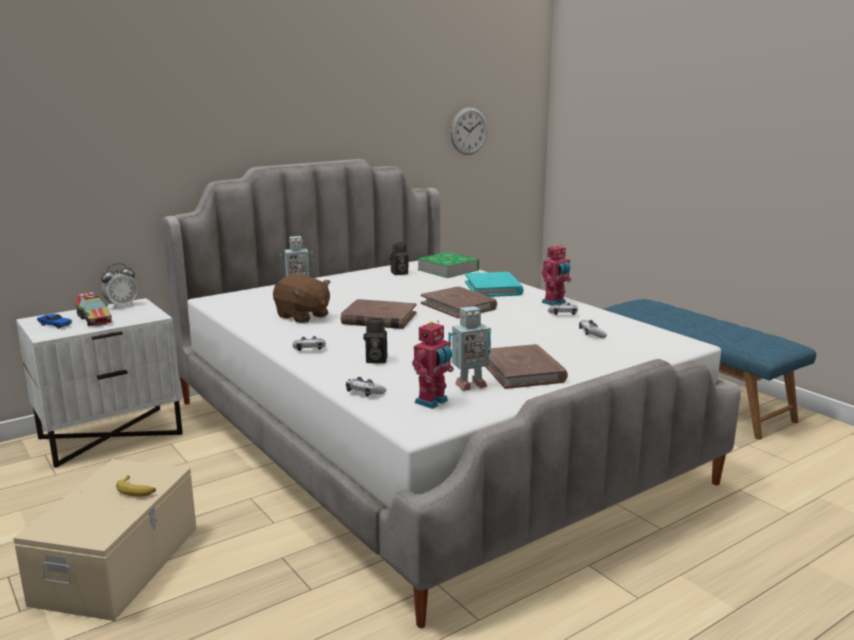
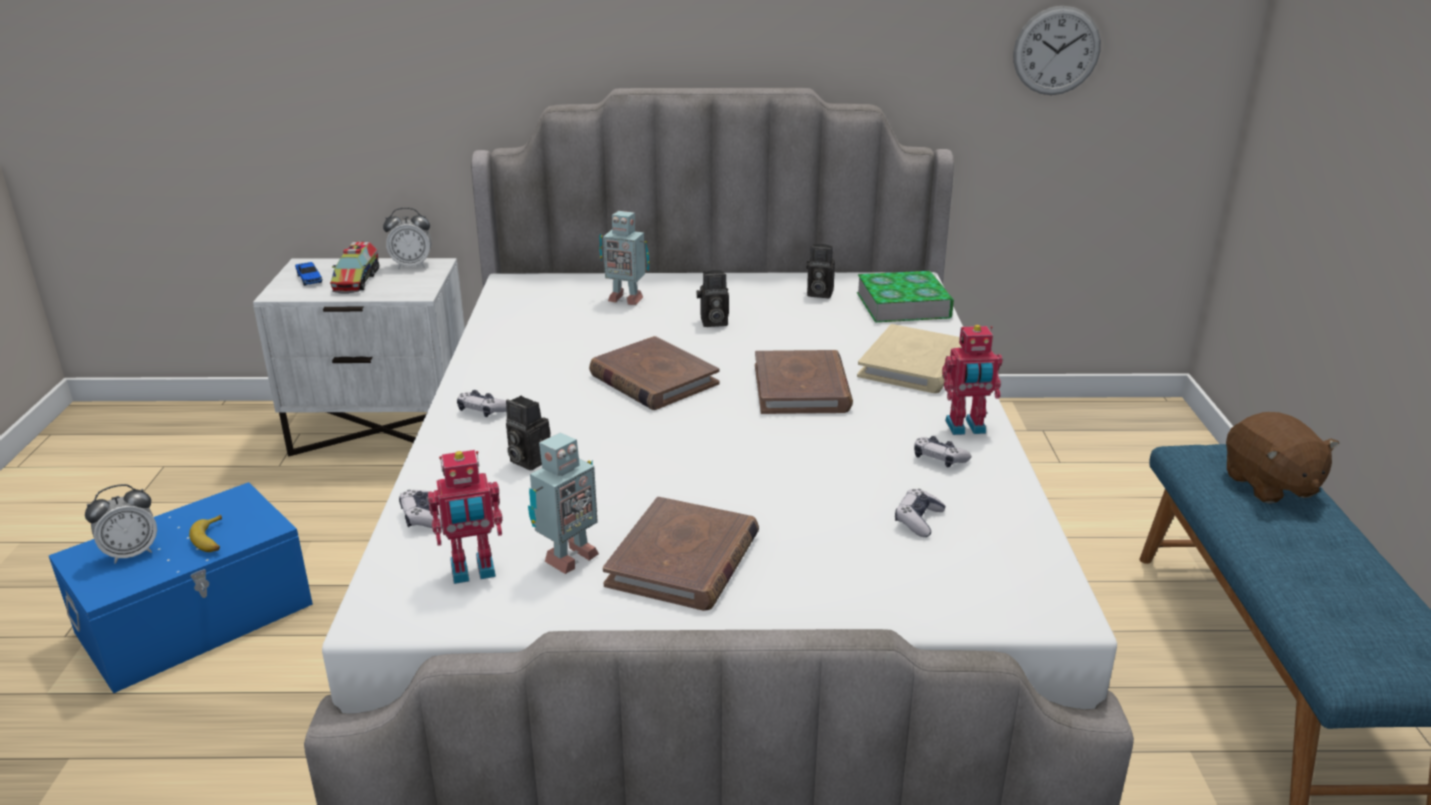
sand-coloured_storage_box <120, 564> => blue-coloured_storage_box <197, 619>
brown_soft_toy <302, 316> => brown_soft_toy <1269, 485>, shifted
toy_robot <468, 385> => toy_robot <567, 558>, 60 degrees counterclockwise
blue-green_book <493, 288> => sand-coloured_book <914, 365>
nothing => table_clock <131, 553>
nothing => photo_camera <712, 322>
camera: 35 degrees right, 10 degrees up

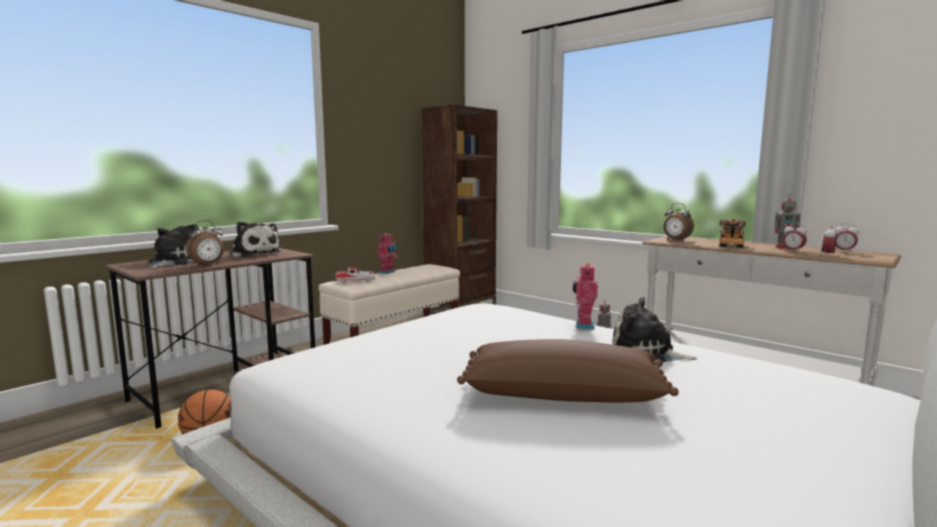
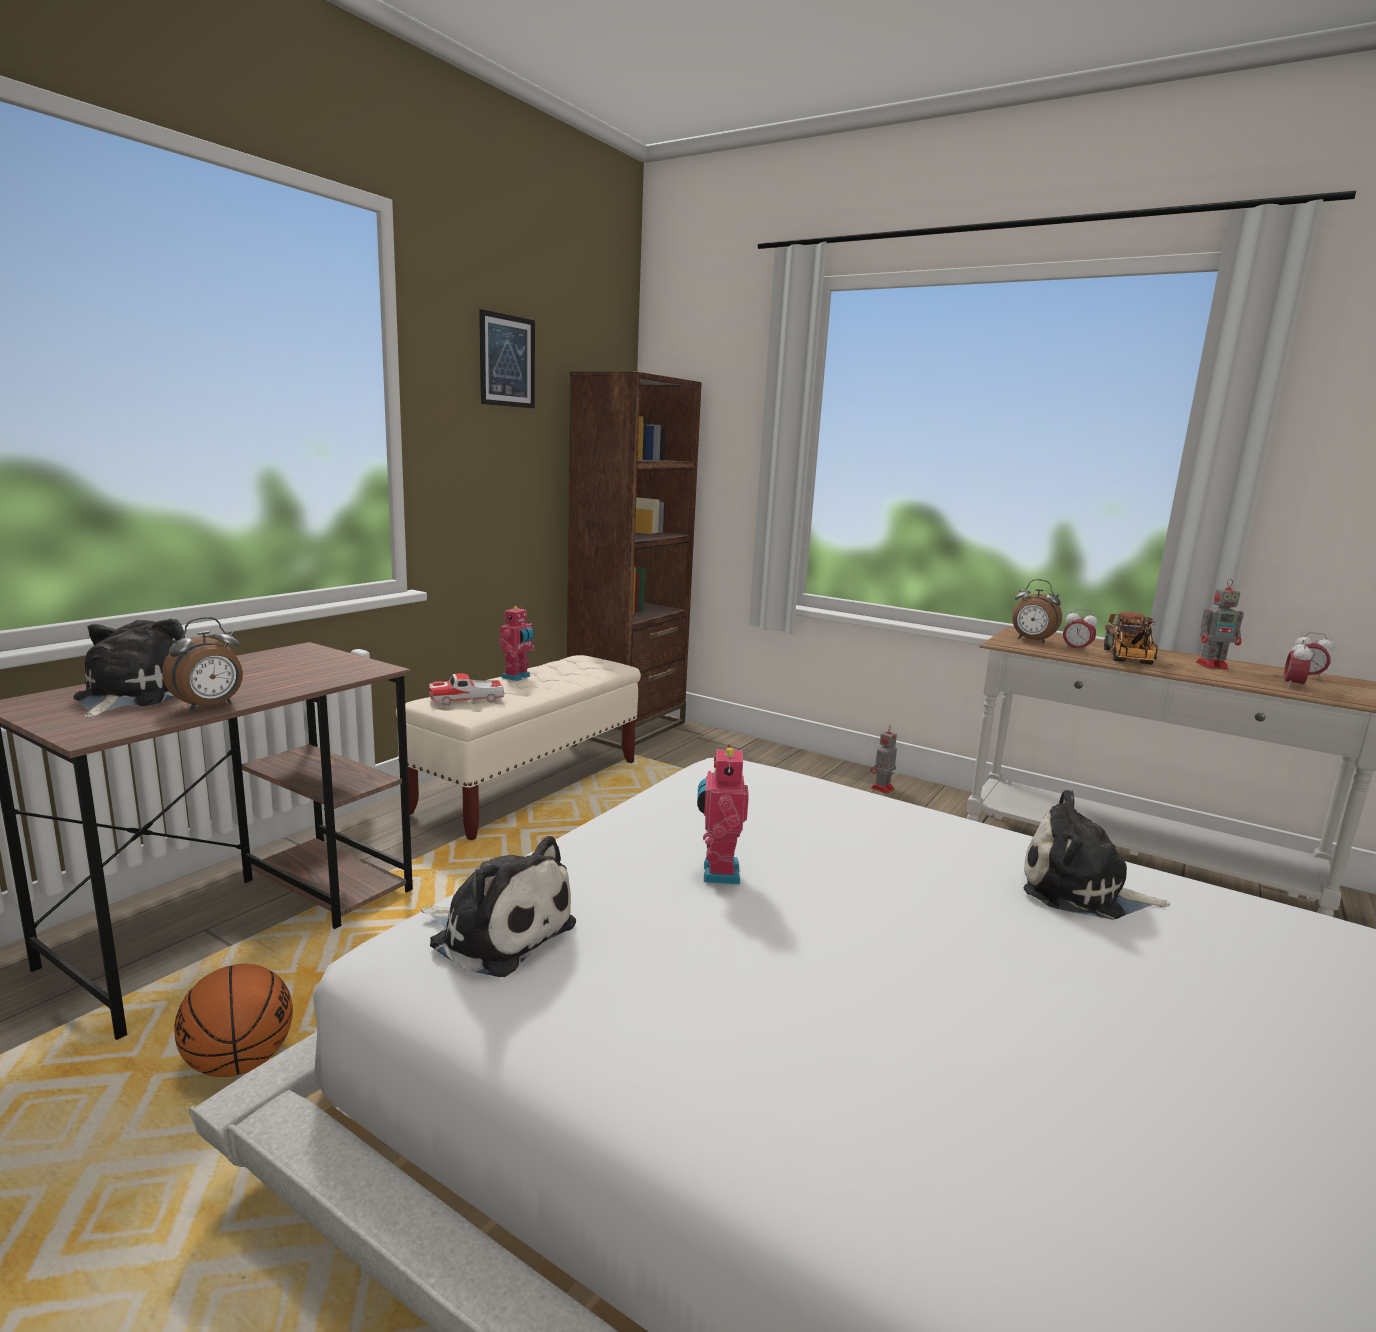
soft_toy <254, 254> => soft_toy <498, 933>, shifted
brown_cushion <563, 393> => nothing
toy_robot <583, 326> => toy_robot <717, 872>, shifted
table_clock <793, 251> => table_clock <1076, 650>, shifted
nothing => picture <507, 361>
camera: 10 degrees left, 5 degrees up

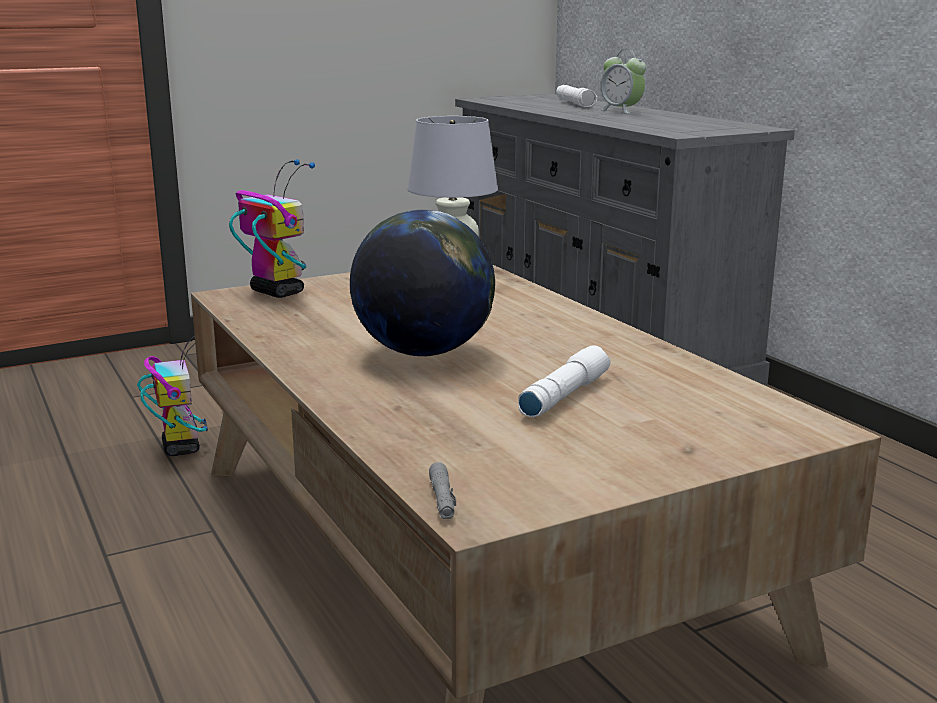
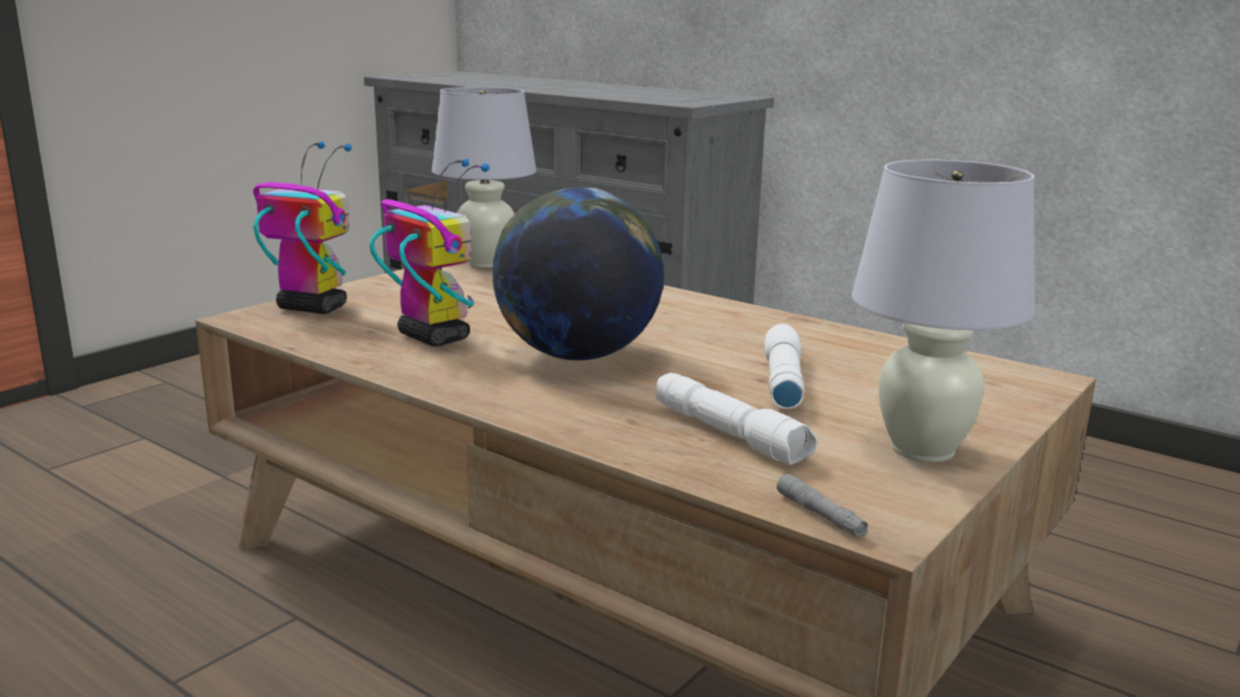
toy_robot <180, 448> => toy_robot <432, 337>, shifted
white-coloured_torch <575, 104> => white-coloured_torch <731, 434>, shifted
table_clock <621, 111> => nothing
nothing => white-coloured_table_lamp <922, 450>
camera: 25 degrees left, 0 degrees up

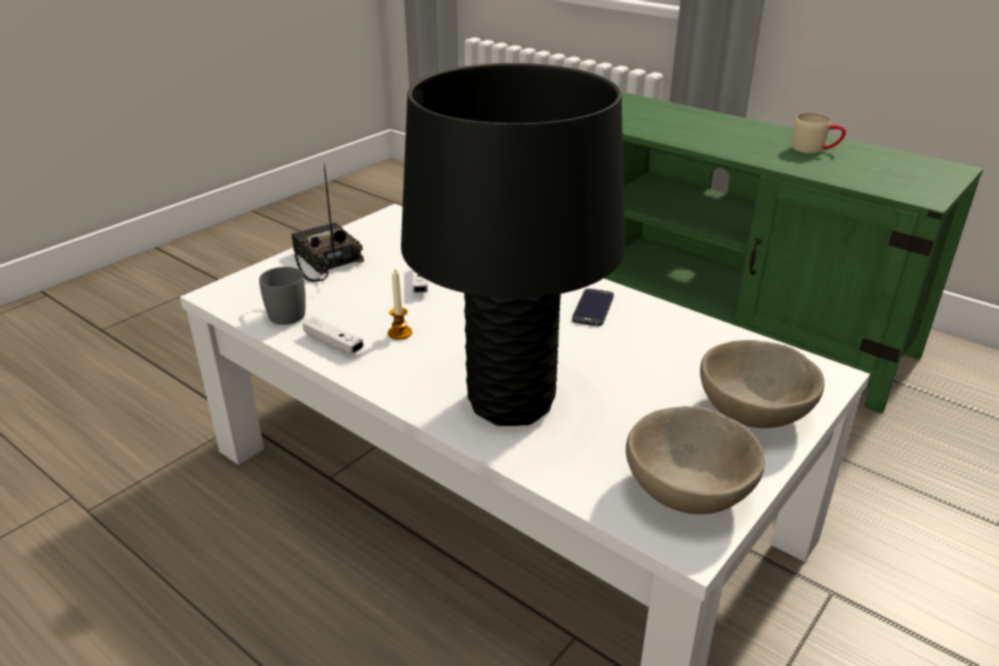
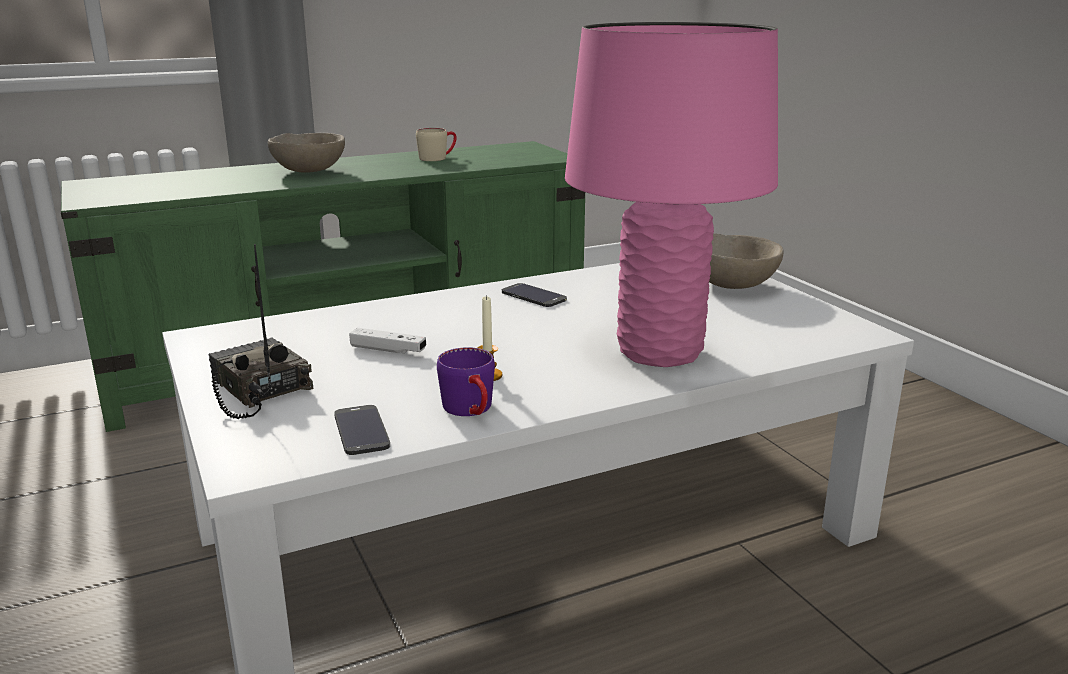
greyish_coffee_mug <282, 313> => telephone <361, 430>
radio_set <324, 260> => radio_set <256, 389>, 60 degrees clockwise
white-coloured_game_controller <333, 343> => purple_coffee_mug <472, 410>
blackish_table_lamp <511, 403> => pink-coloured_table_lamp <660, 352>
sand-coloured_serving_bowl <689, 492> => sand-coloured_serving_bowl <310, 171>, shifted
camera: 65 degrees left, 10 degrees down

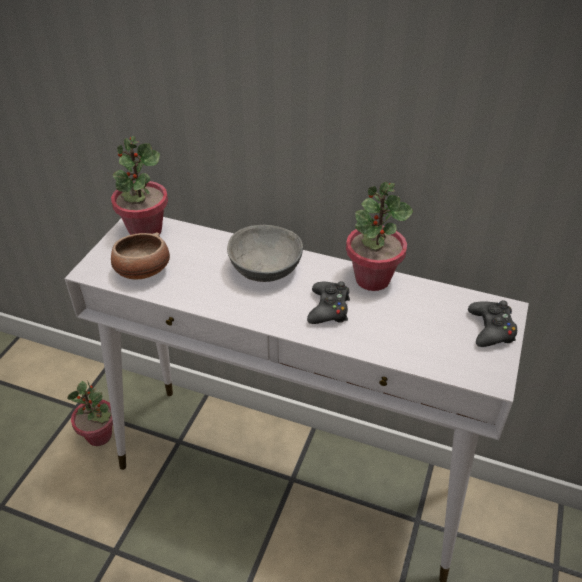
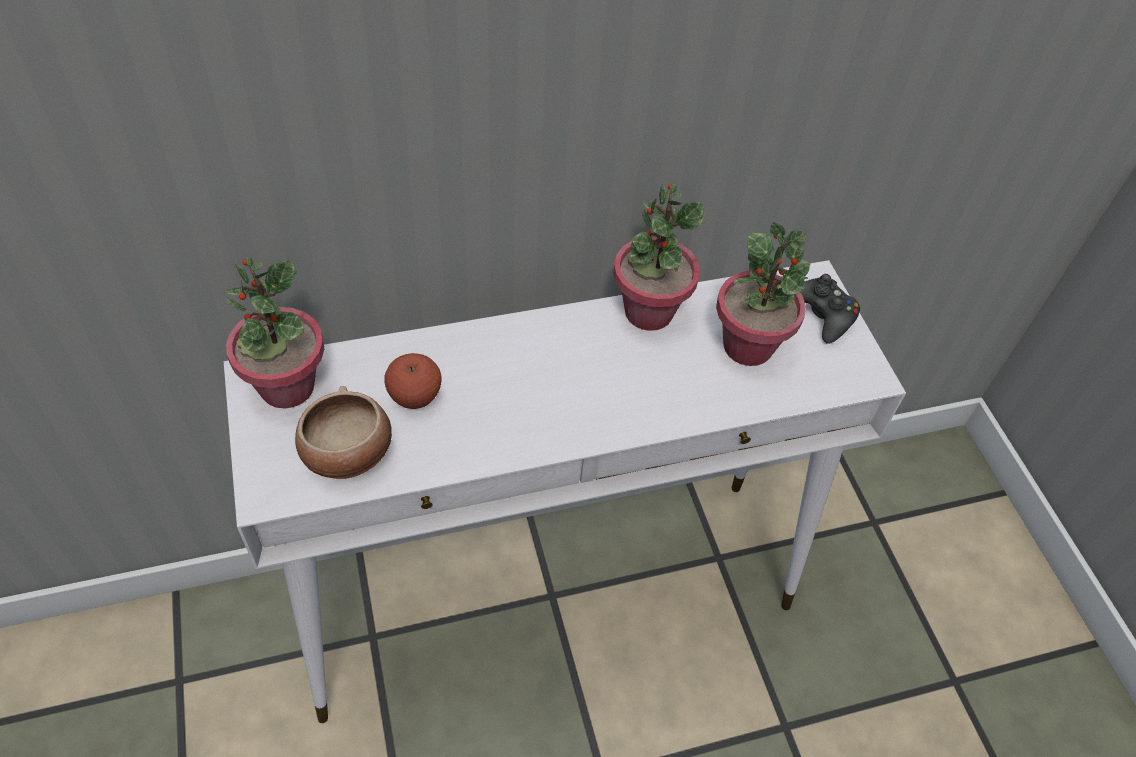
potted_plant <99, 435> => potted_plant <748, 346>, shifted
greyish_serving_bowl <264, 269> => nothing
blackish_game_controller <329, 309> => nothing
nothing => apple_fruit <415, 397>
camera: 40 degrees left, 10 degrees up

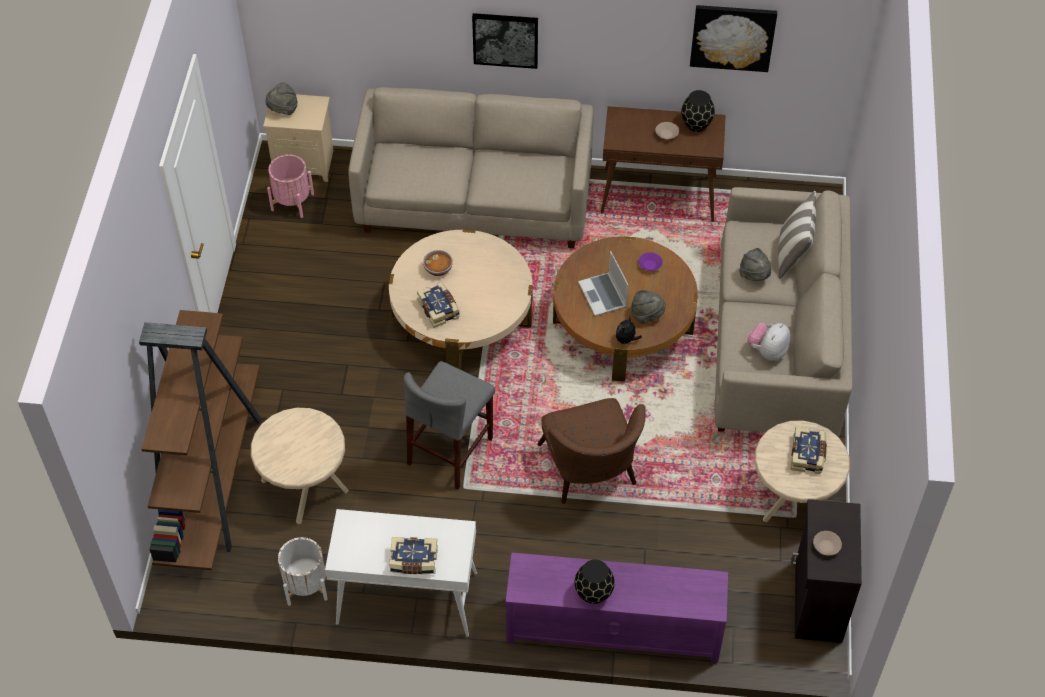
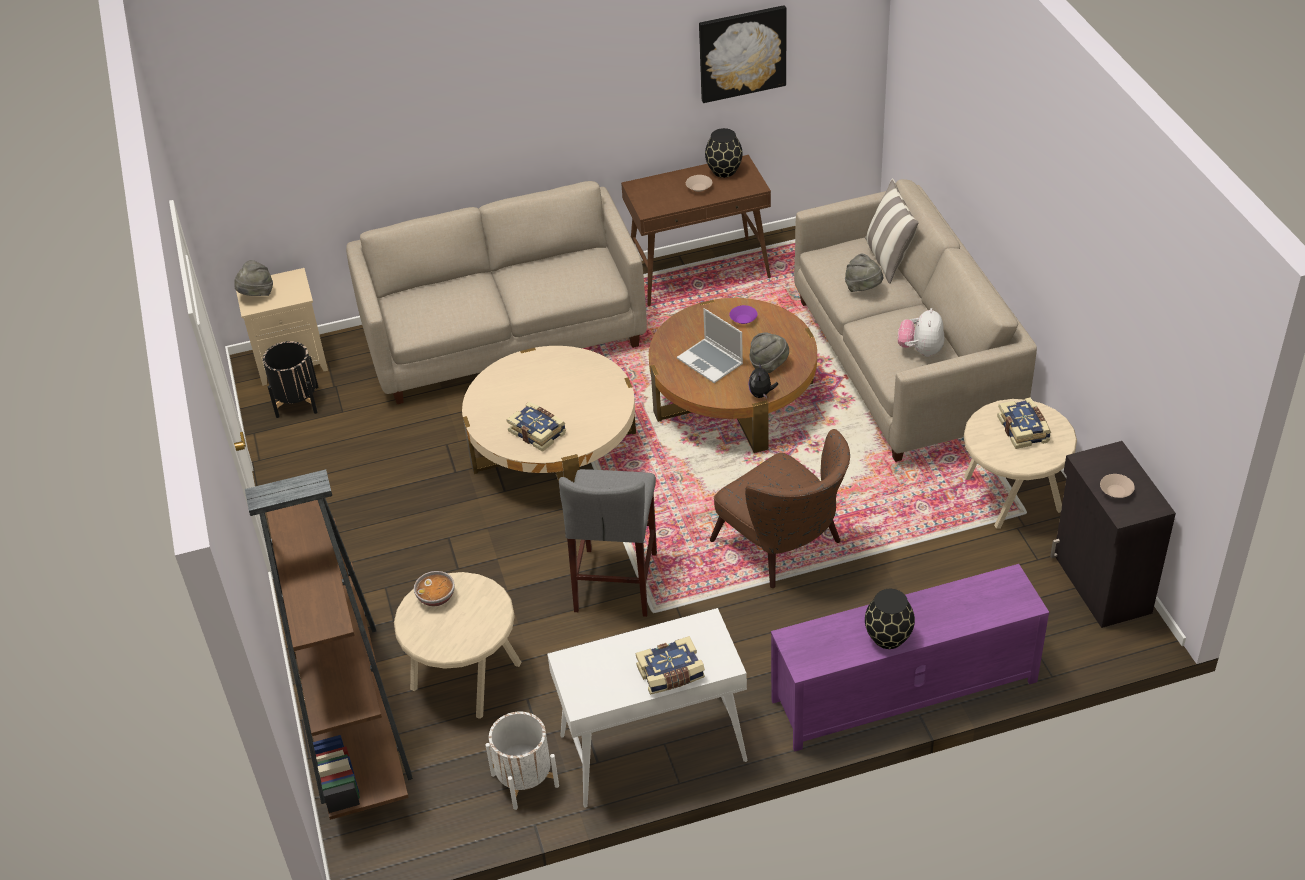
pink-coloured_plant_pot <292, 202> => blackish_plant_pot <297, 402>
serving_bowl <438, 269> => serving_bowl <436, 597>, shifted
picture <505, 39> => nothing
camera: 20 degrees left, 10 degrees down

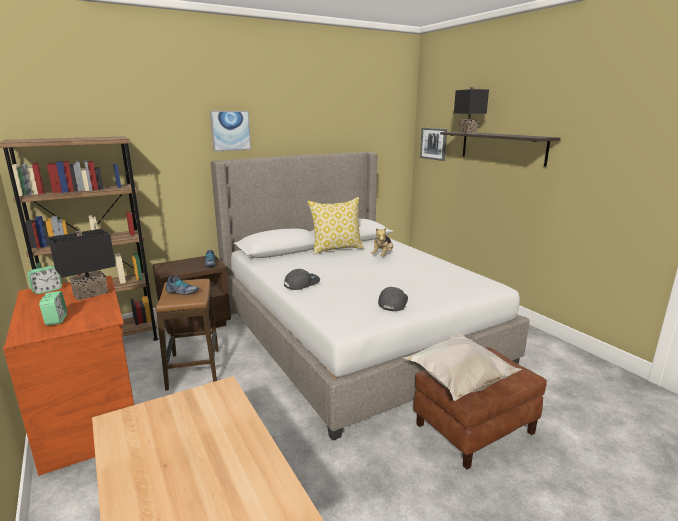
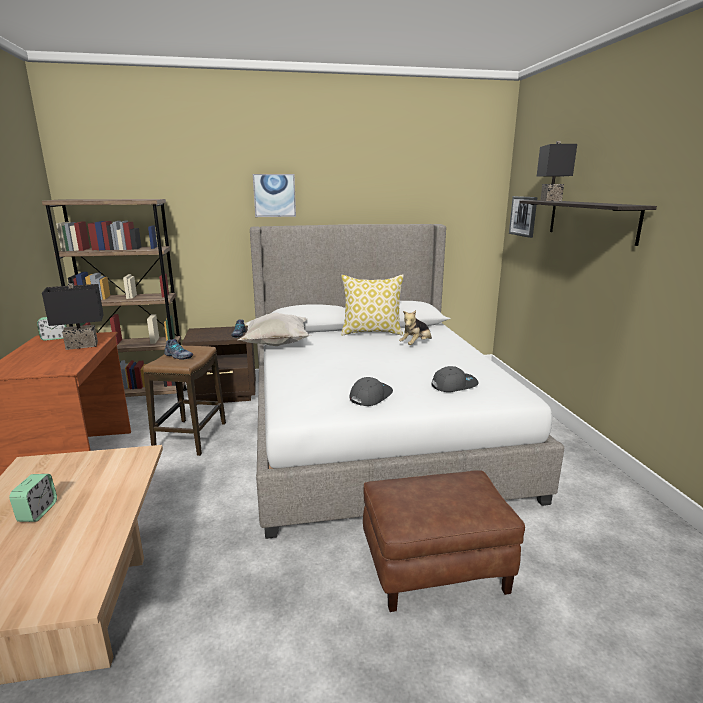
table_clock <56, 320> => table_clock <37, 512>, shifted
greyish_peaked_cap <301, 283> => greyish_peaked_cap <454, 385>, shifted
white-coloured_cushion <458, 382> => white-coloured_cushion <275, 345>, shifted
camera: 20 degrees right, 0 degrees up

